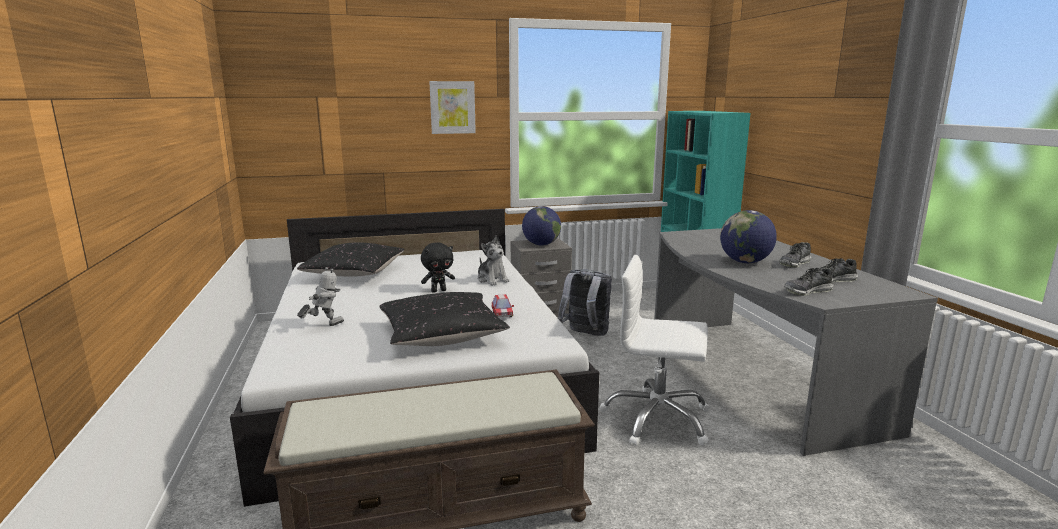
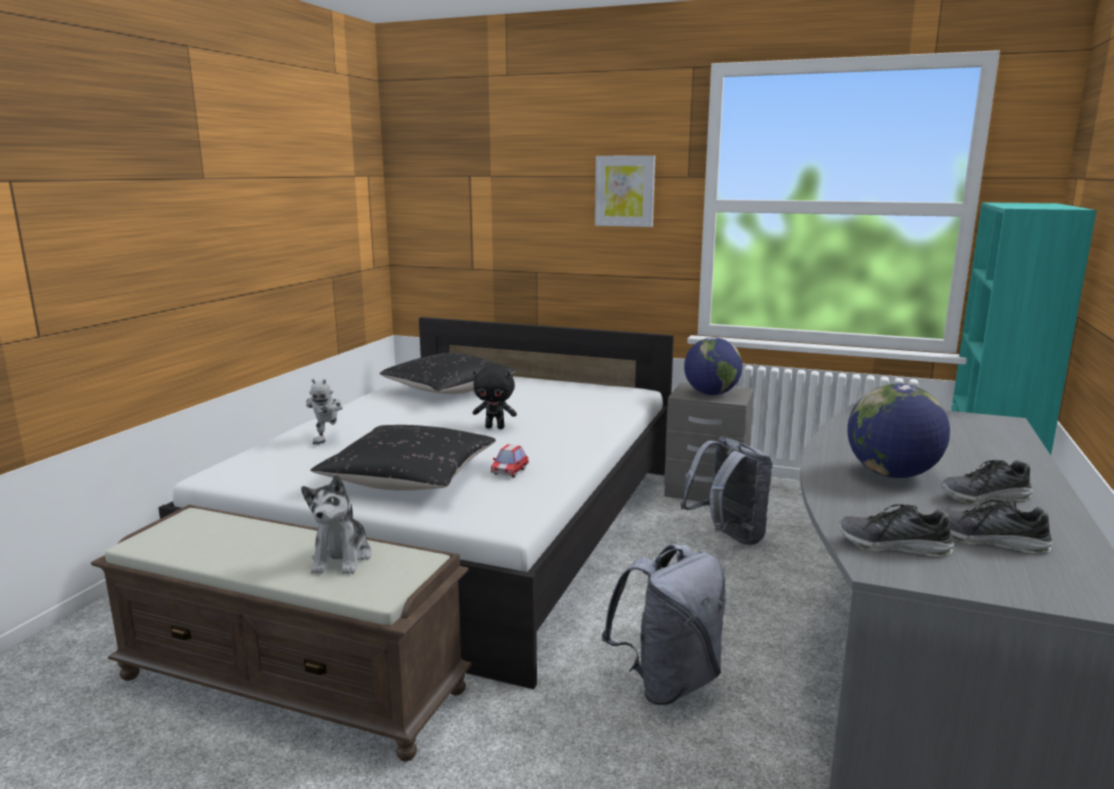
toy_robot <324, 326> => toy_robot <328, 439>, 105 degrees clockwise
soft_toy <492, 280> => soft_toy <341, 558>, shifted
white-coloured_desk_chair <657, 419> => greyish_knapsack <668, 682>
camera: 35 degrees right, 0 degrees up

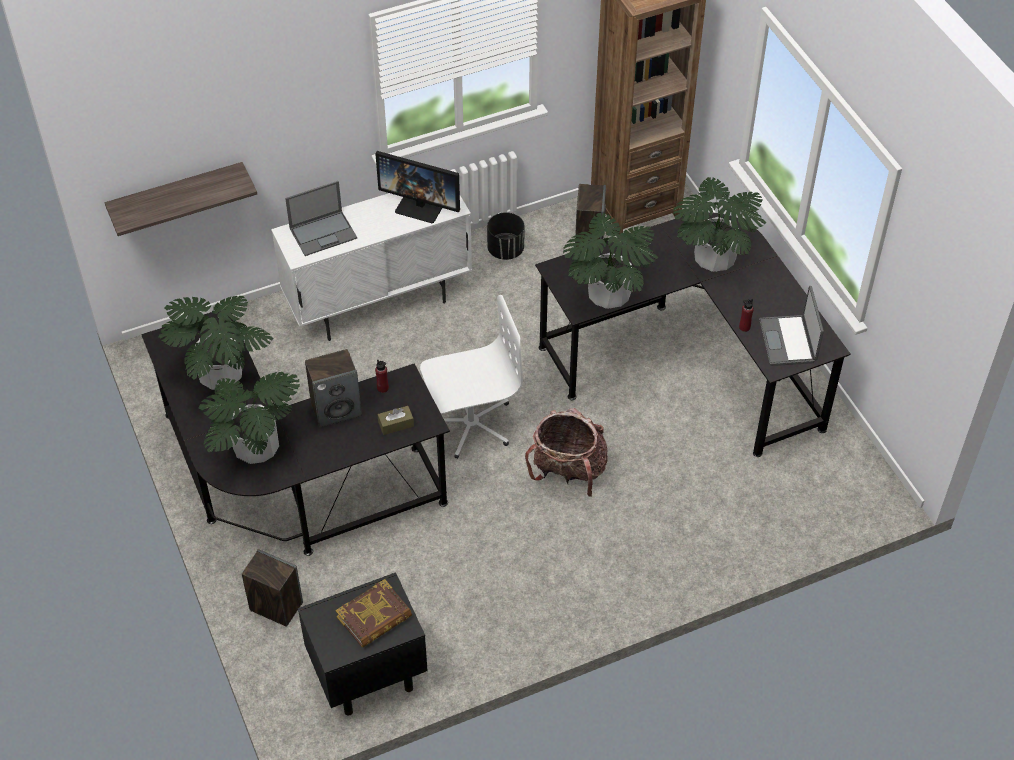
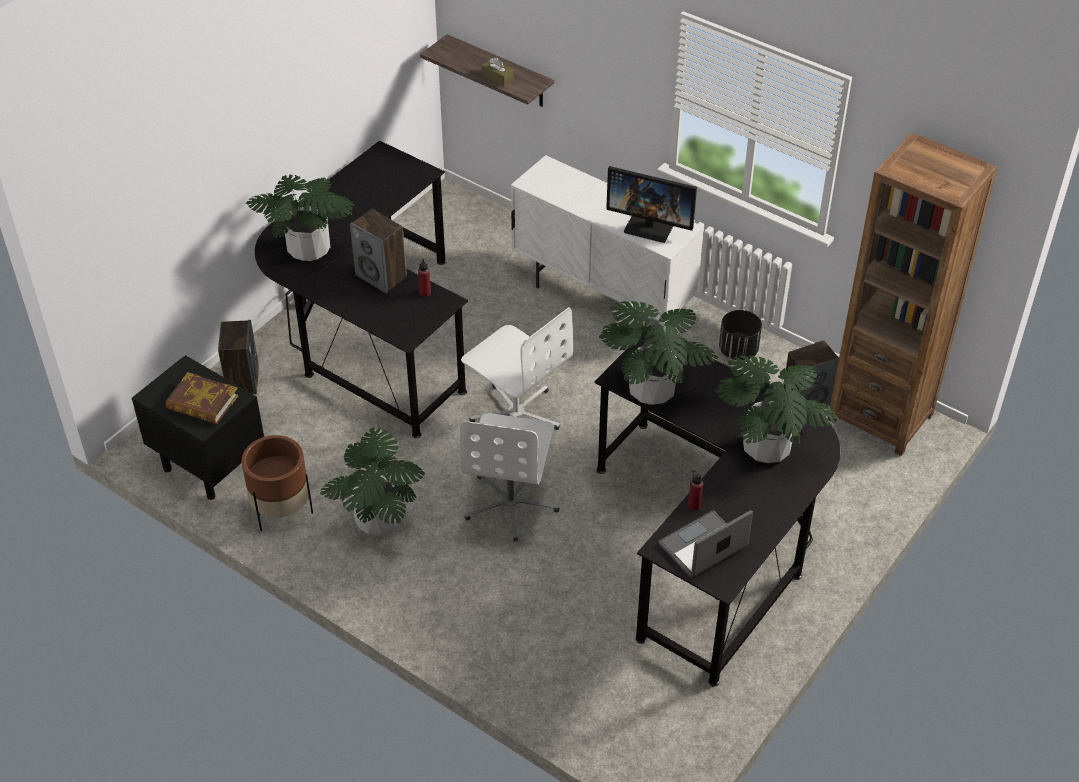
potted_plant <221, 376> => potted_plant <377, 520>, shifted
portable_computer <324, 233> => nothing
monitor <421, 206> => monitor <650, 226>, 60 degrees counterclockwise
brown_tissue_holder <396, 424> => brown_tissue_holder <497, 77>, shifted
knapsack <567, 472> => white-coloured_desk_chair <511, 504>
nothing => brown_plant_pot <282, 511>
camera: 60 degrees right, 5 degrees down

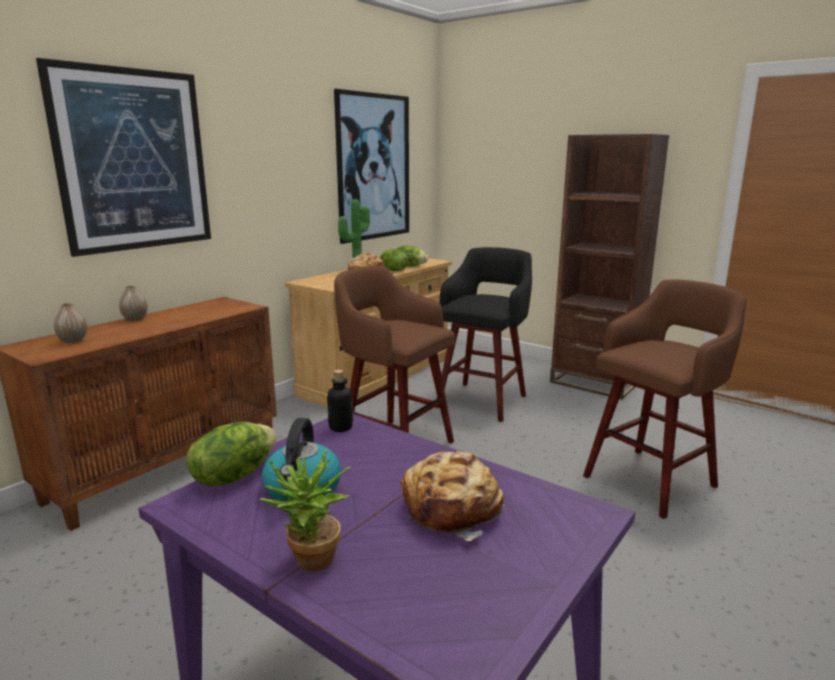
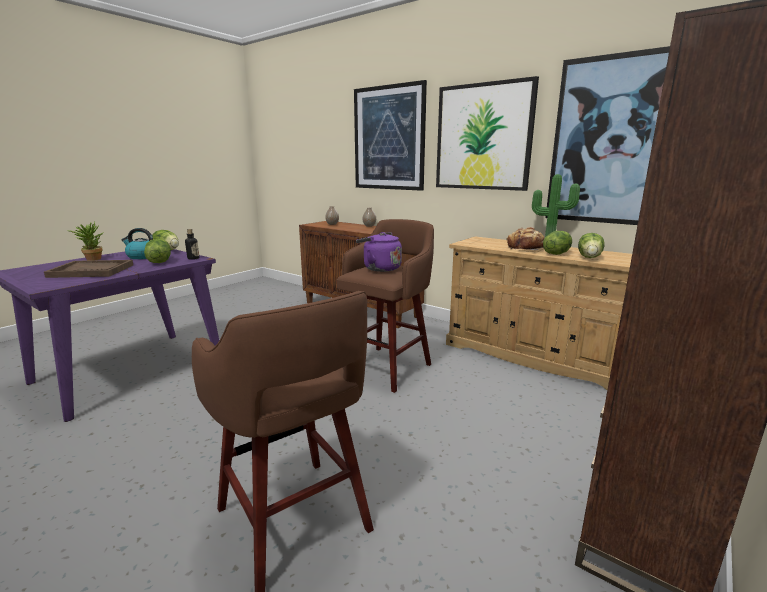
bread <453, 508> => brown_carrying_tray <92, 271>
blackish_sitting_stool <483, 400> => nothing
nothing => head_of_lettuce <159, 262>
nothing => purple_tea_kettle <379, 268>
nothing => picture <483, 137>
camera: 90 degrees right, 0 degrees up

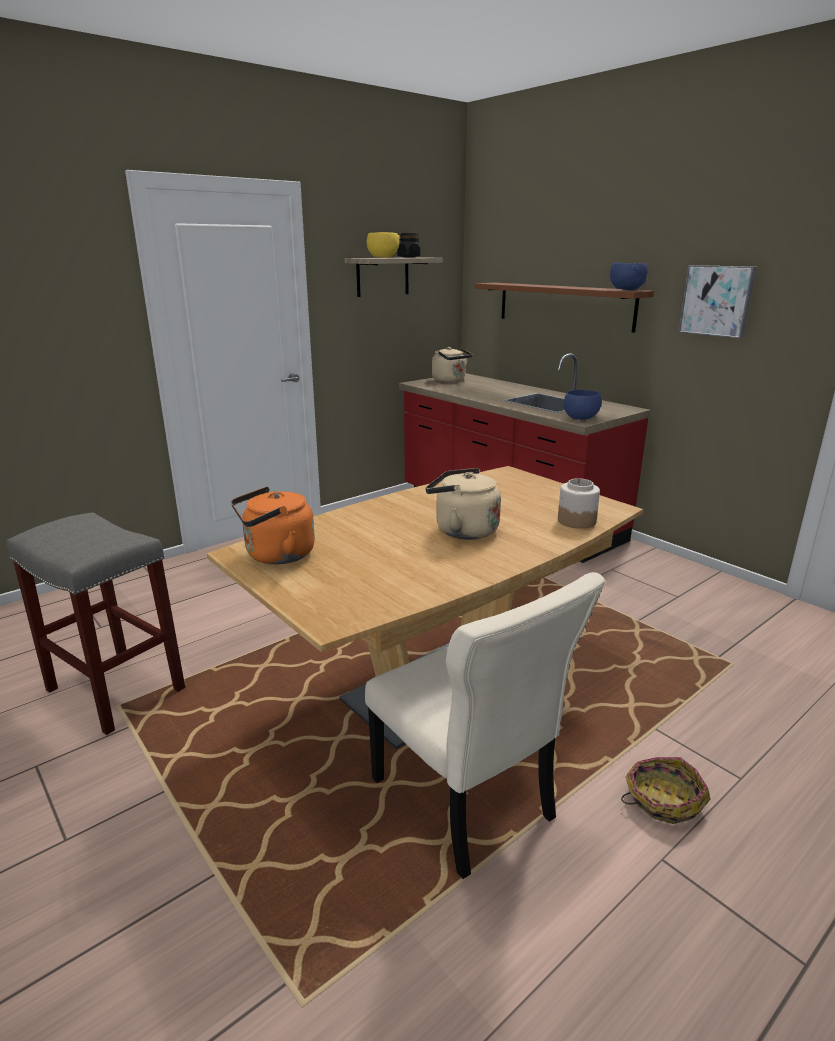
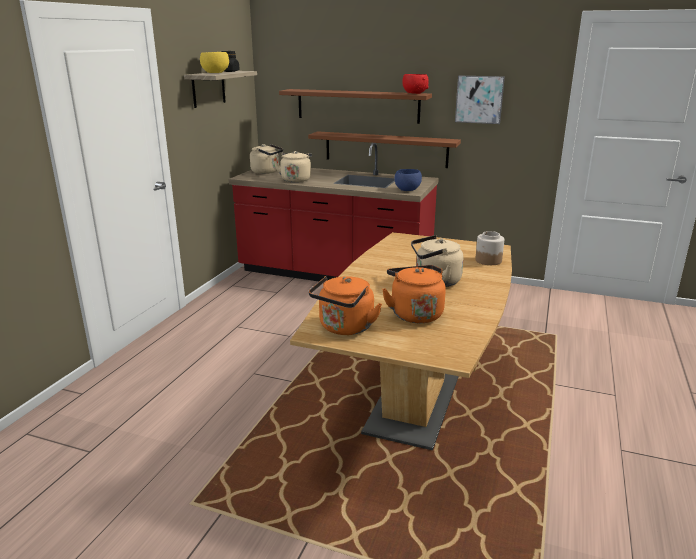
greyish_sitting_stool <114, 689> => nothing
sand-coloured_upright_chair <466, 803> => nothing
blue-coloured_serving_bowl <626, 290> => red_serving_bowl <414, 93>
basket <662, 800> => nothing
nothing => sand-coloured_tea_kettle <296, 180>
nothing => brown_shelf <385, 149>
nothing => orange_tea_kettle <415, 313>
camera: 30 degrees left, 0 degrees up

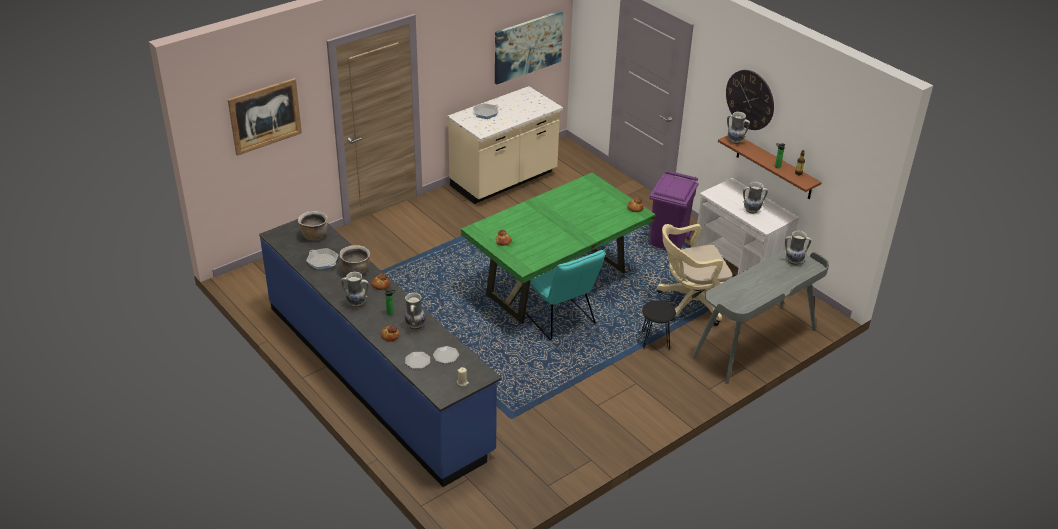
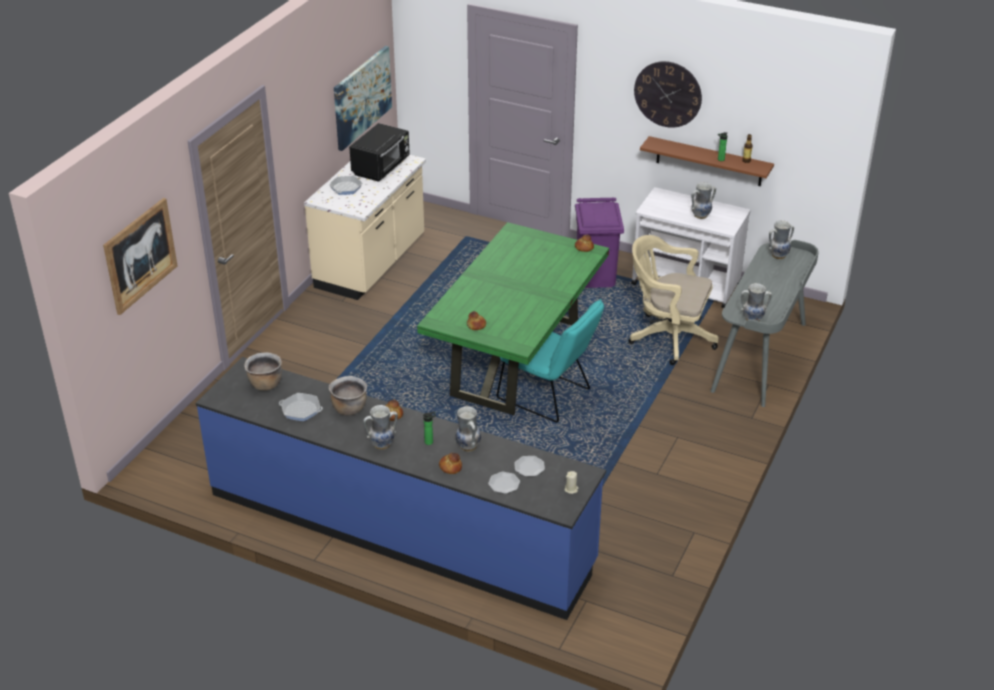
blackish_sitting_stool <655, 341> => nothing
sand-coloured_desk_chair <690, 304> => sand-coloured_desk_chair <667, 337>, 60 degrees clockwise
vase <735, 141> => vase <752, 319>, shifted
nothing => blackish_kitchen_microwave <381, 167>
camera: 25 degrees left, 0 degrees up

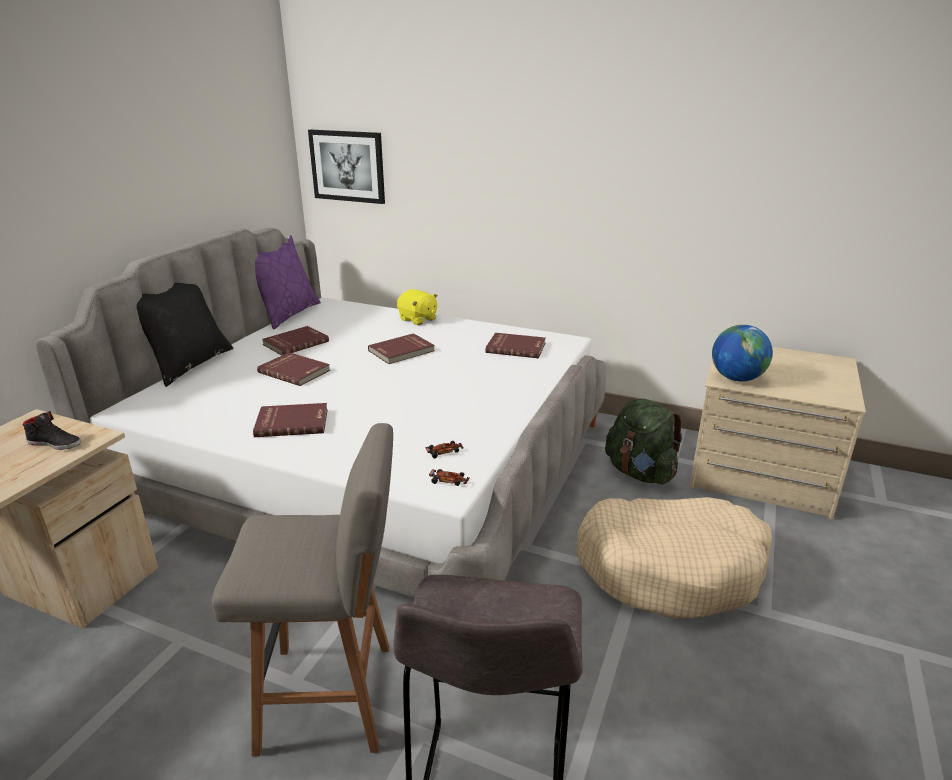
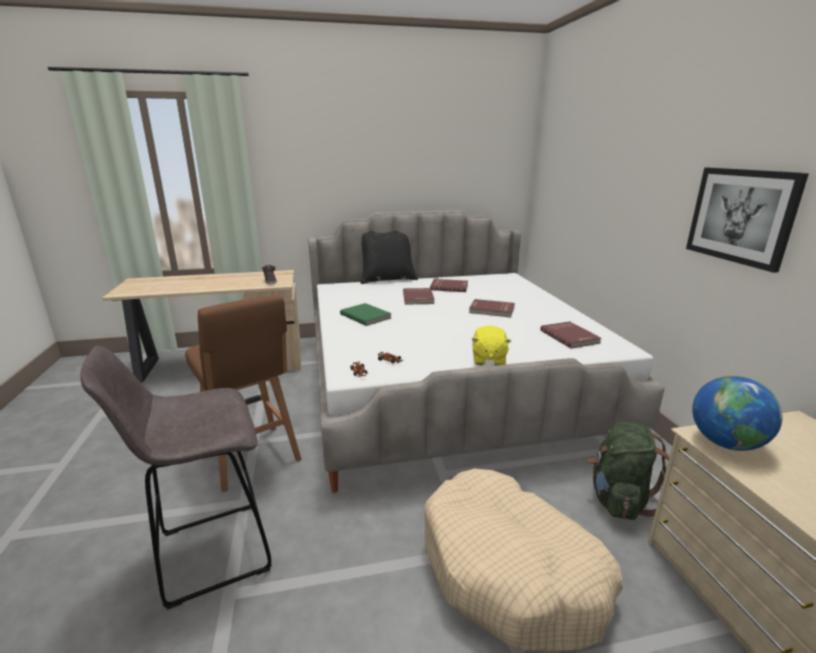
greyish_sitting_stool <332, 697> => brown_sitting_stool <252, 458>
red_book <292, 422> => green_book <366, 316>
purple_cushion <287, 314> => nothing
picture <347, 166> => picture <741, 216>, shifted
yellow-coloured_soft_toy <418, 319> => yellow-coloured_soft_toy <488, 359>, shifted
camera: 55 degrees right, 5 degrees down

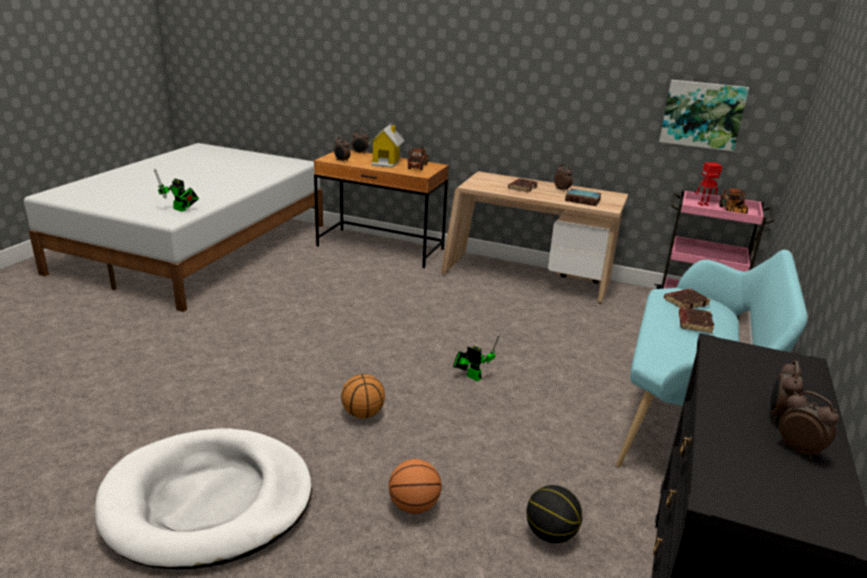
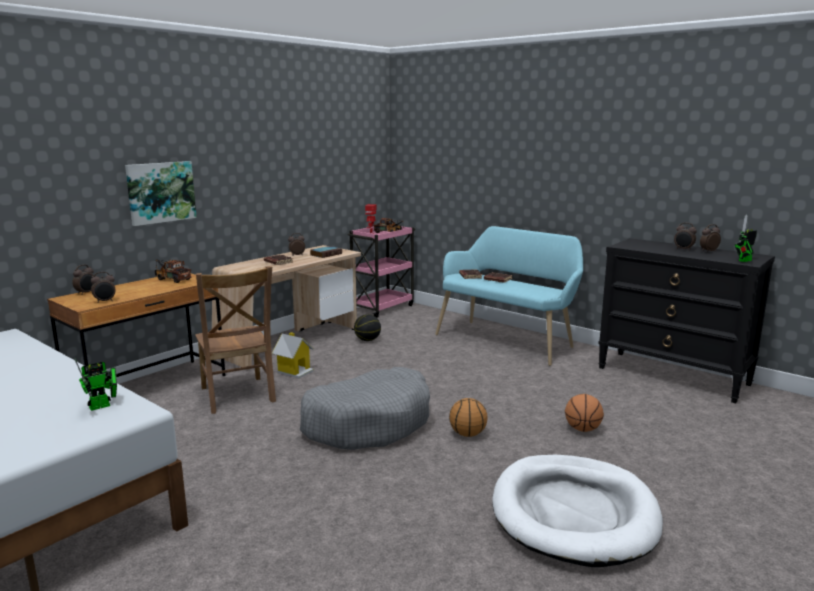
model_house <386, 163> => model_house <294, 371>, shifted
toy_robot <472, 376> => toy_robot <743, 261>, shifted
basketball <550, 534> => basketball <367, 340>, shifted
picture <702, 114> => picture <161, 192>, shifted
nothing => brown_upright_chair <237, 396>
nothing => greyish_dog_cushion <368, 423>
camera: 70 degrees left, 10 degrees down

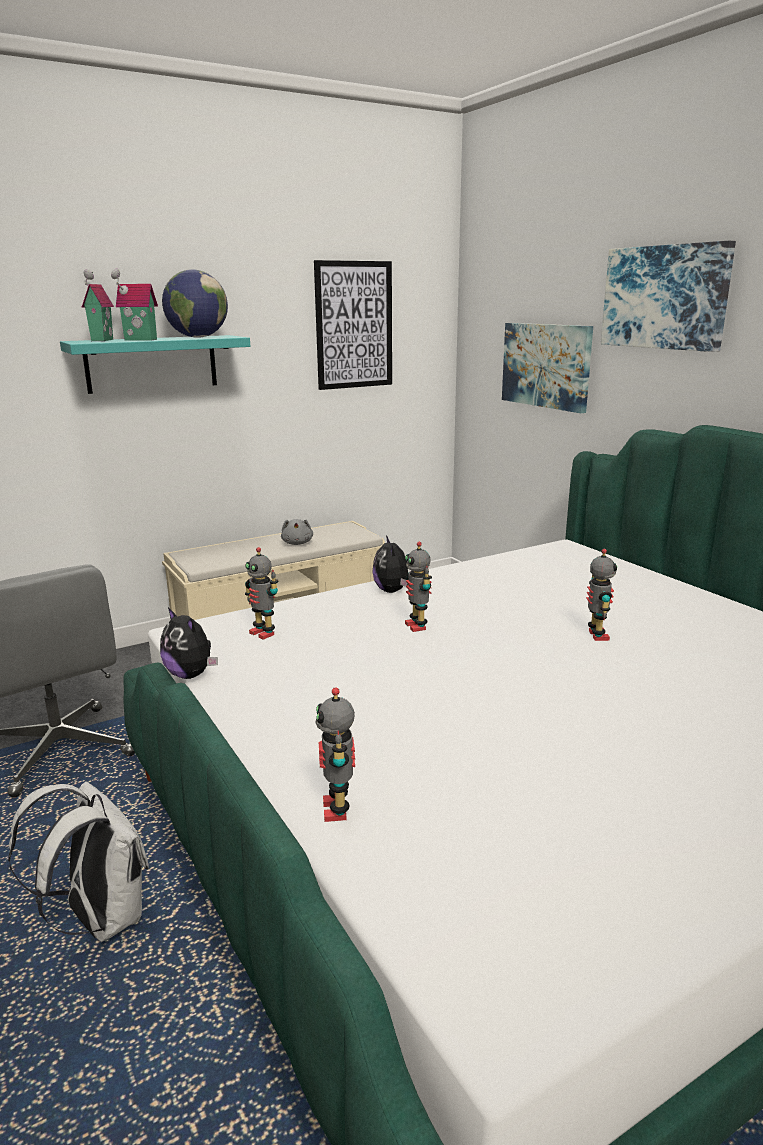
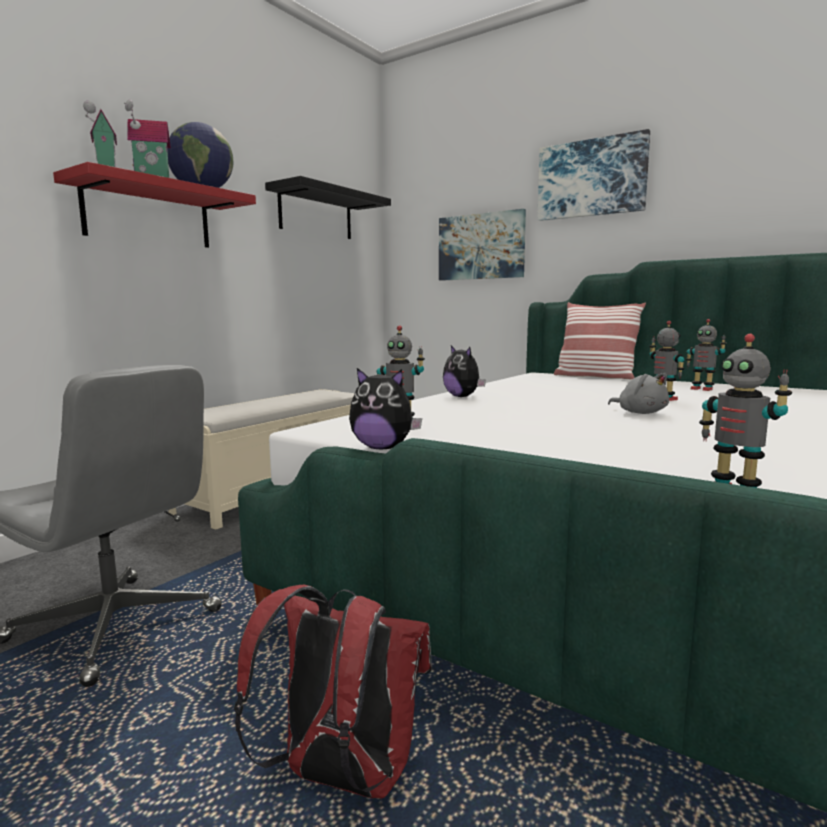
white-coloured_knapsack <100, 918> => red_knapsack <341, 777>
blue-green_shelf <151, 363> => red_shelf <148, 215>
greyish_soft_toy <297, 543> => greyish_soft_toy <640, 413>, shifted
picture <354, 325> => blackish_shelf <316, 214>
toy_robot <417, 626> => toy_robot <702, 389>, shifted
nothing => cushion <595, 376>
camera: 25 degrees left, 10 degrees down

